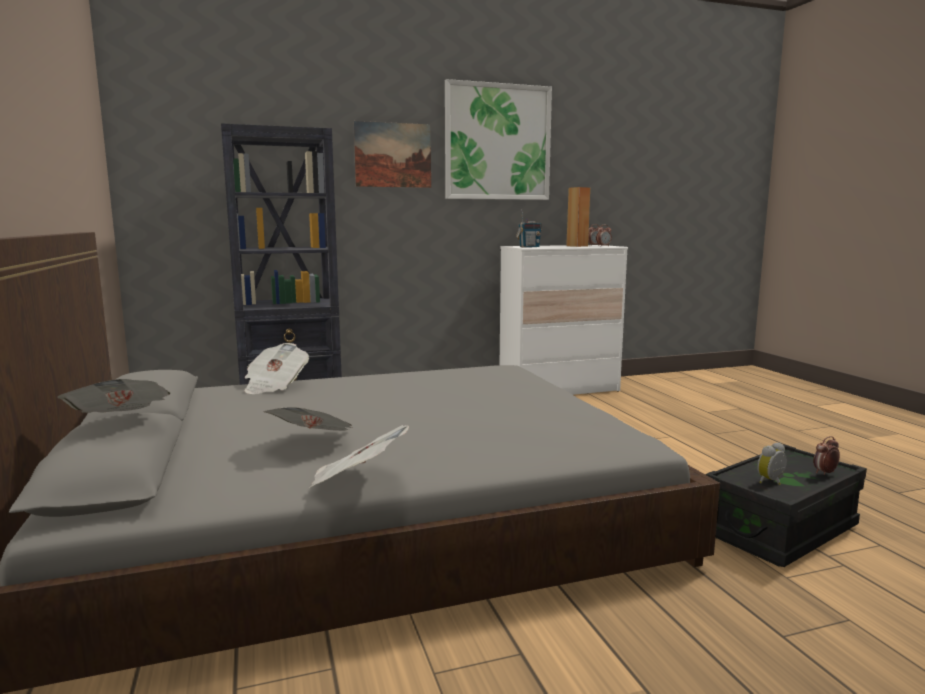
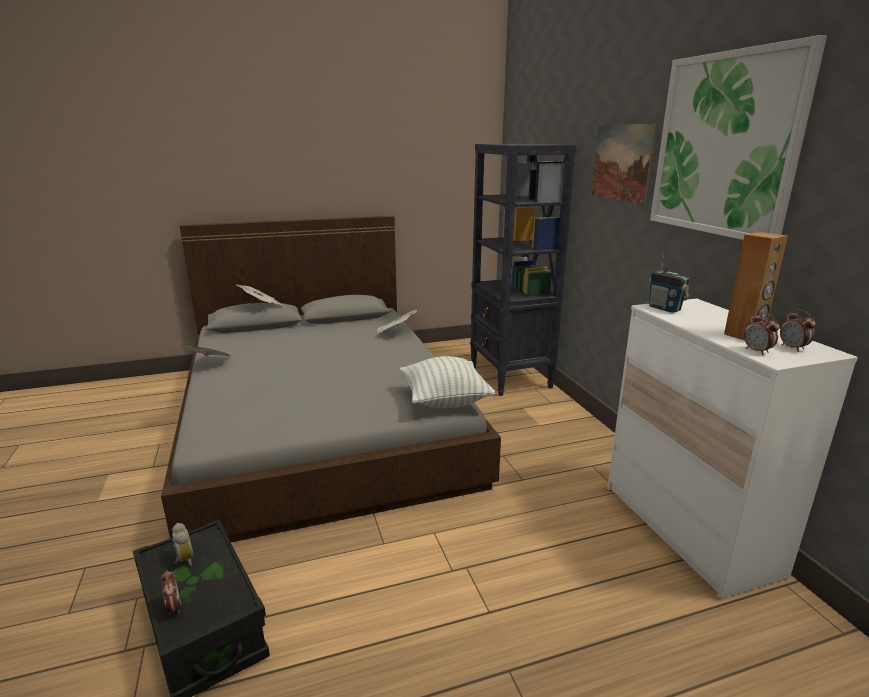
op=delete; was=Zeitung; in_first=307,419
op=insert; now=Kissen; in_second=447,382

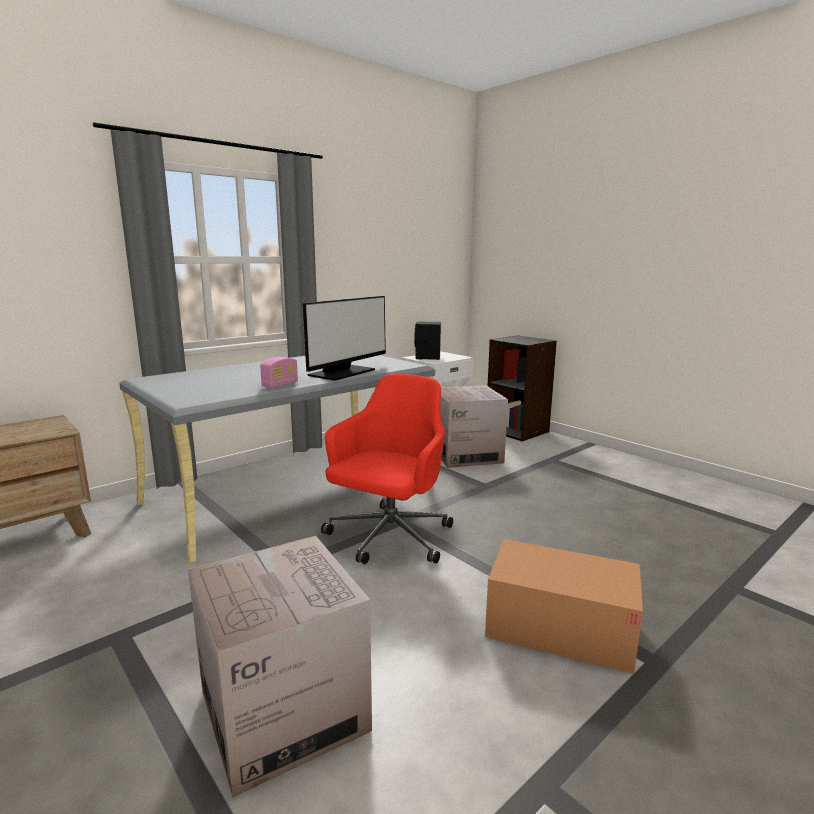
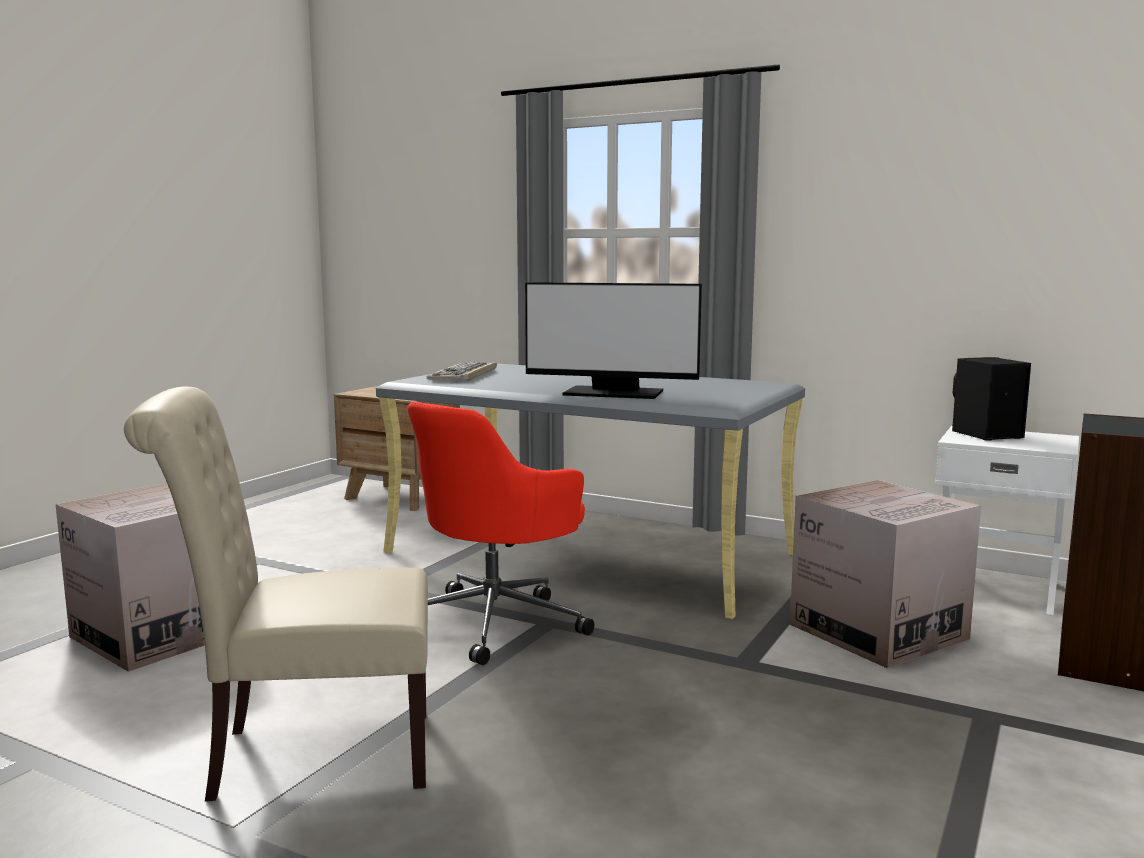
op=delete; was=Radio; in_first=279,372
op=rotate; was=Bürostuhl (rot); in_first=387,469; in_second=500,533; clockwise=120
op=replace; was=Karton; now=Stuhl (beige); in_first=564,606; in_second=276,594
op=insert; now=Tastatur; in_second=462,372

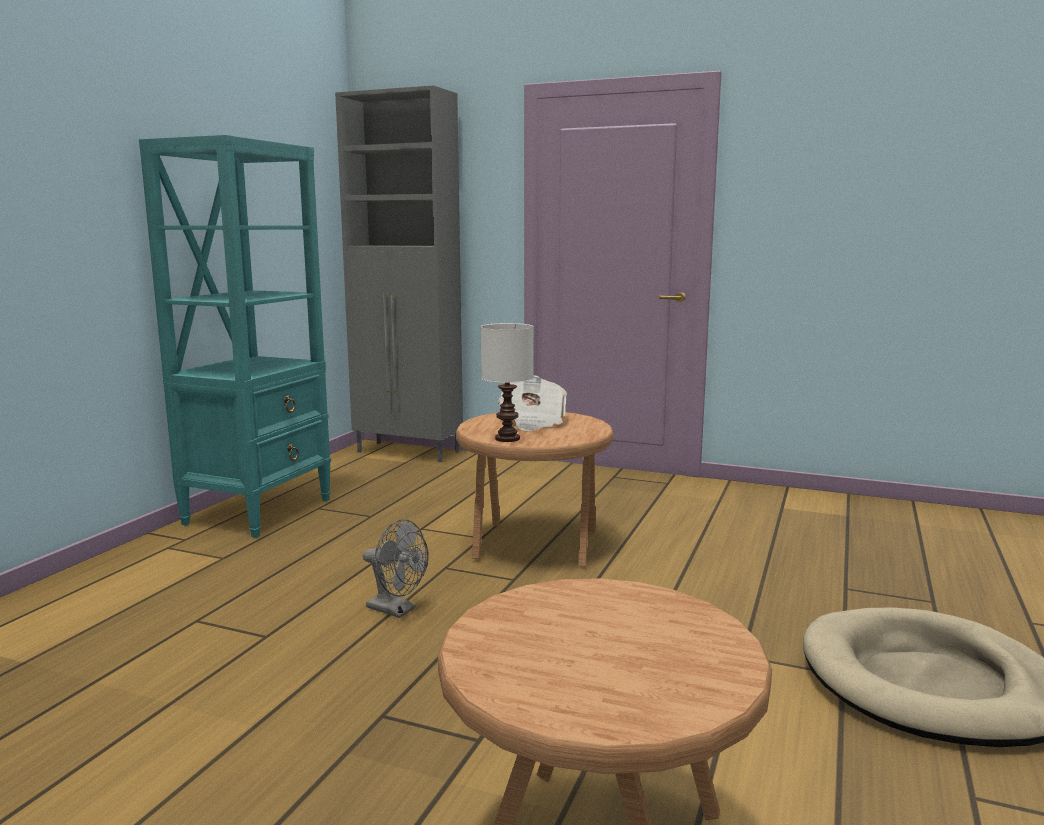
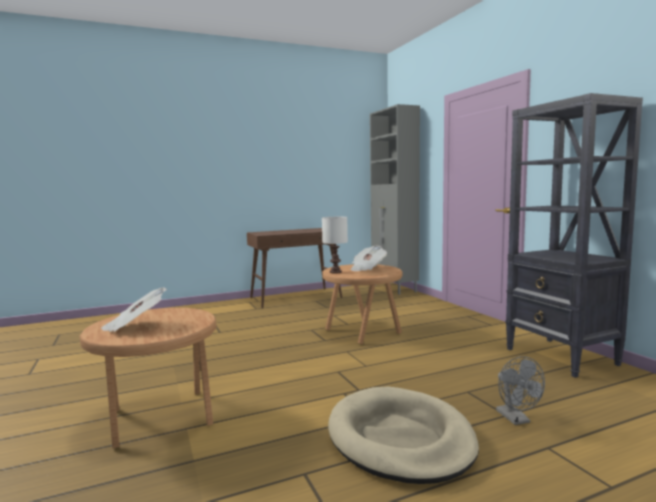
op=replace; was=Bücherregal (türkis); now=Konsolentisch (braun); in_first=235,336; in_second=294,268
op=move; was=Ventilator (grau); in_first=396,568; in_second=520,390
op=insert; now=Bücherregal (schwarz); in_second=574,235
op=insert; now=Zeitung; in_second=134,310

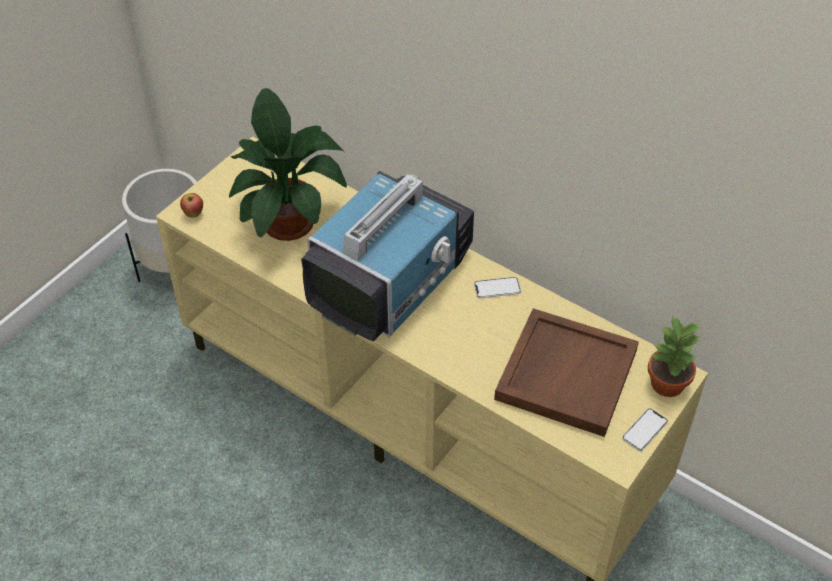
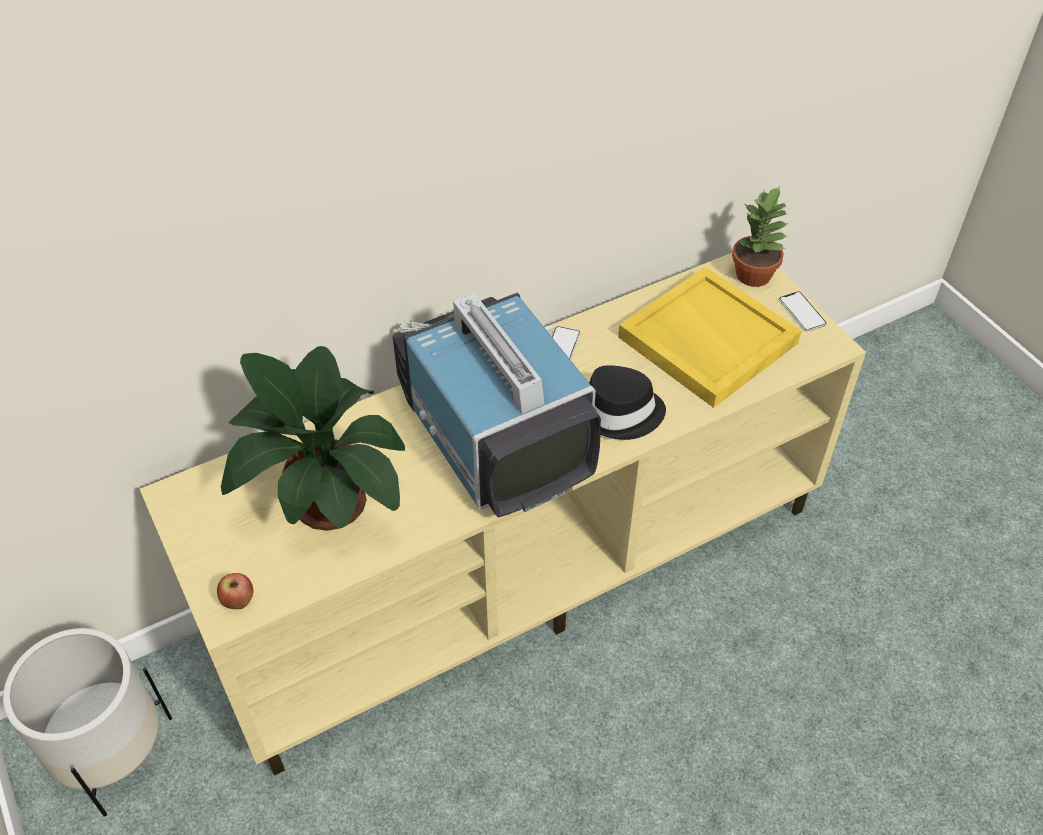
op=recolor; was=Tablett (braun); now=Tablett (gelb); in_first=566,372; in_second=709,337
op=insert; now=Hut (schwarz); in_second=627,402

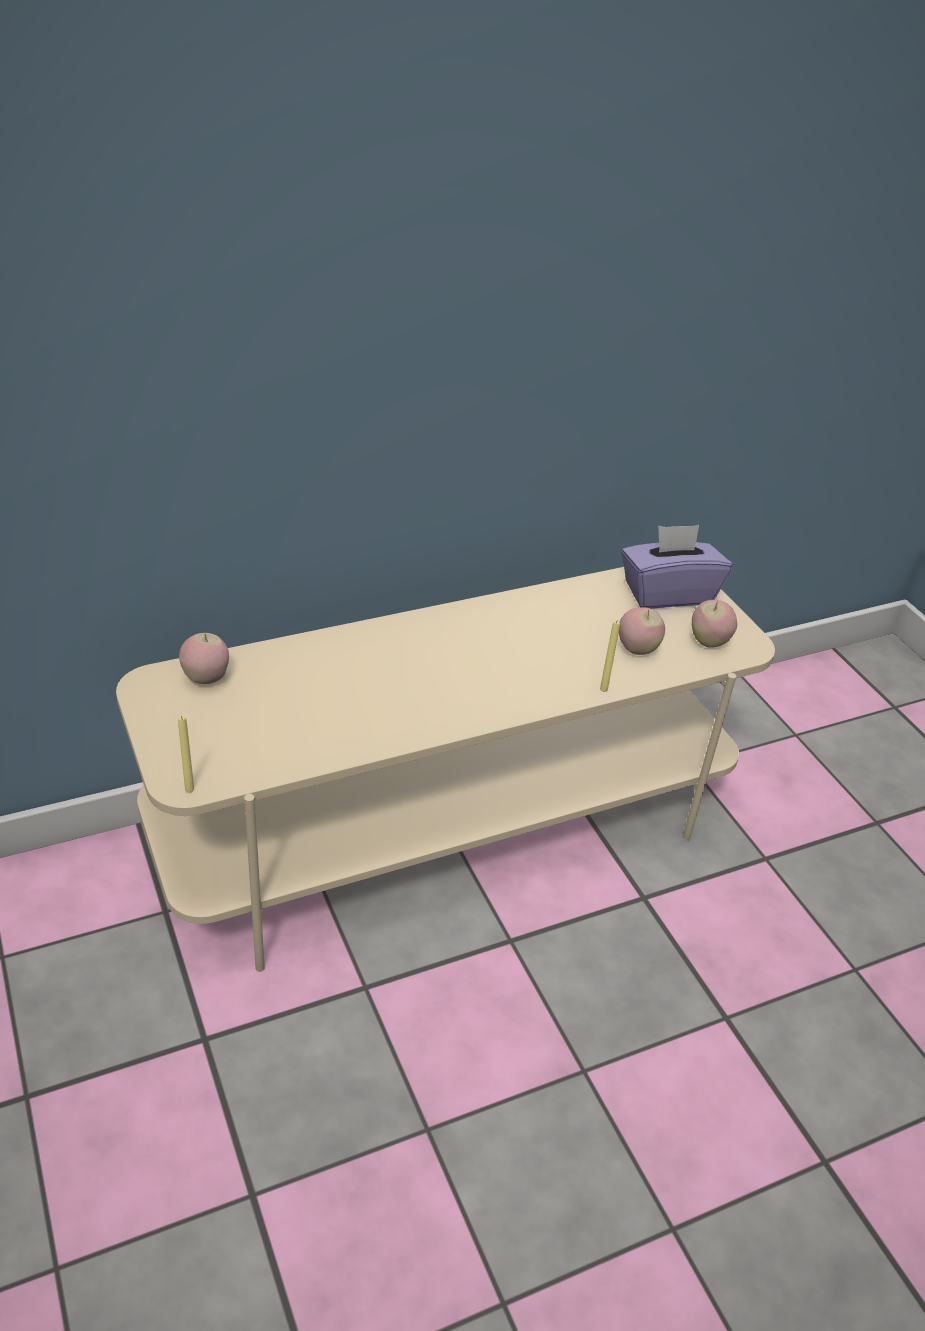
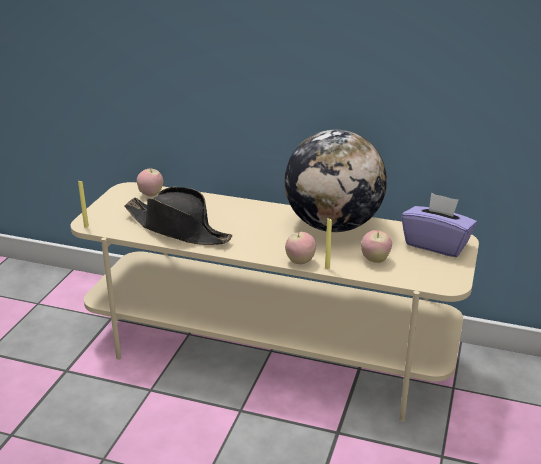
op=move; was=Apfel; in_first=714,624; in_second=300,248
op=insert; now=Globus; in_second=335,181
op=insert; now=Hut (schwarz); in_second=178,216

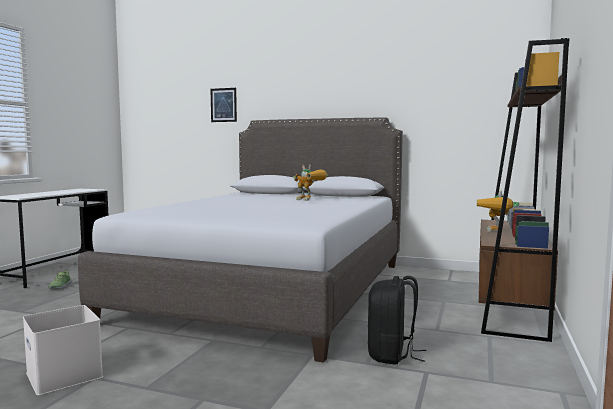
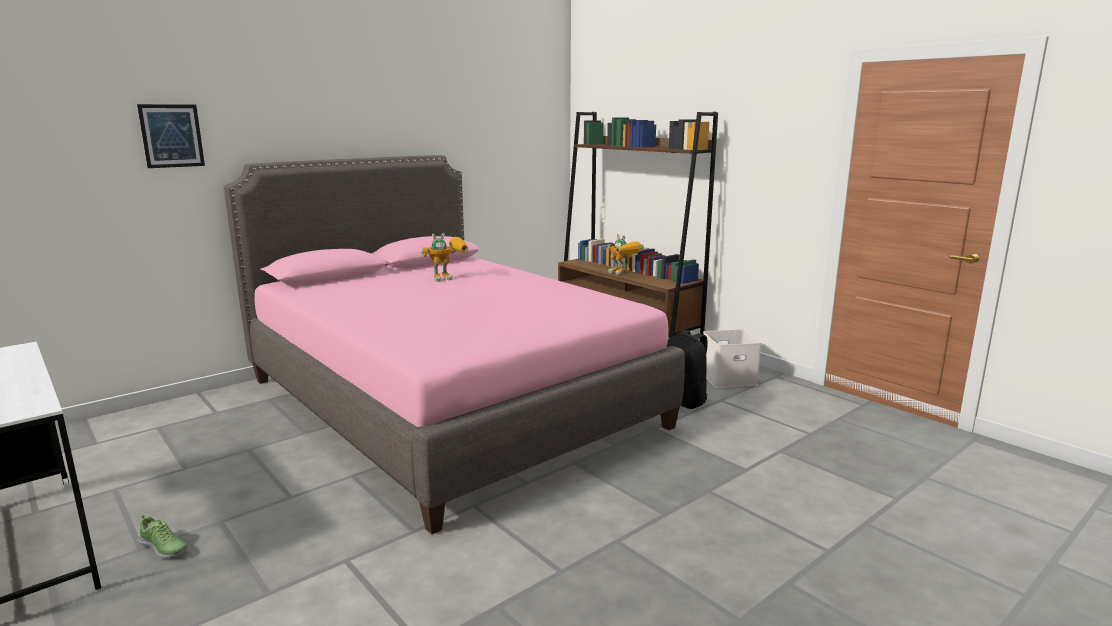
op=recolor; was=Bett (grau); now=Bett (rosa); in_first=240,240; in_second=454,344
op=move; was=Aufbewahrungsbox (weiß); in_first=63,350; in_second=732,358

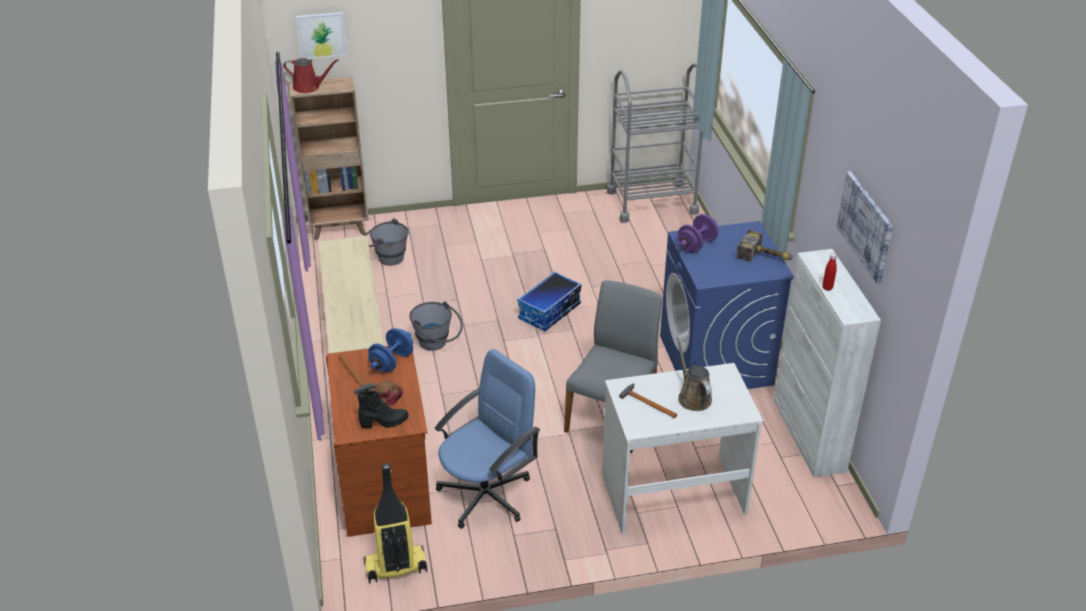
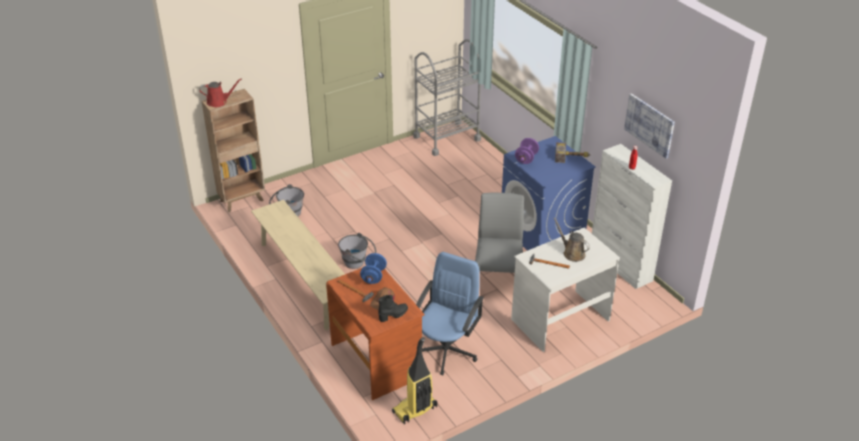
op=delete; was=Bild; in_first=321,35
op=delete; was=Aufbewahrungsbox; in_first=549,301

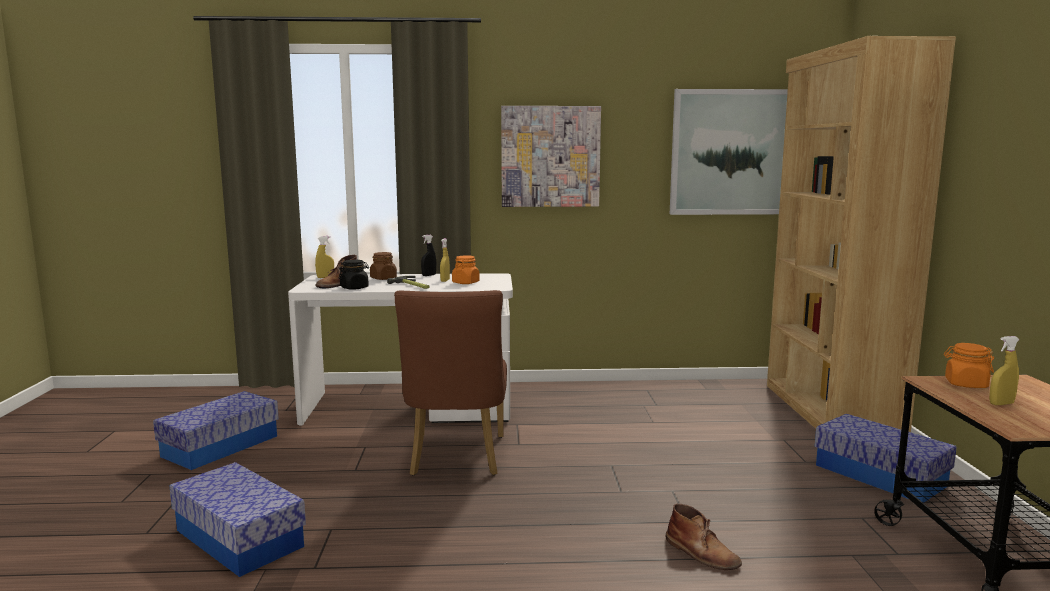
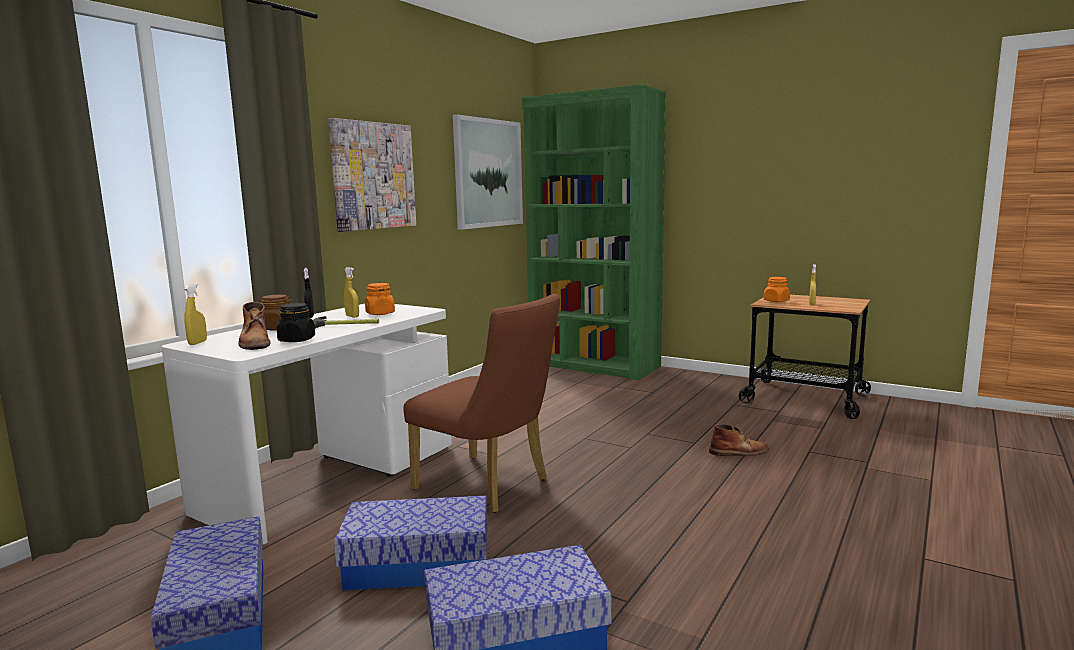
op=recolor; was=Bücherregal (braun); now=Bücherregal (grün); in_first=861,234; in_second=594,232
op=move; was=Aufbewahrungsbox; in_first=886,458; in_second=410,543

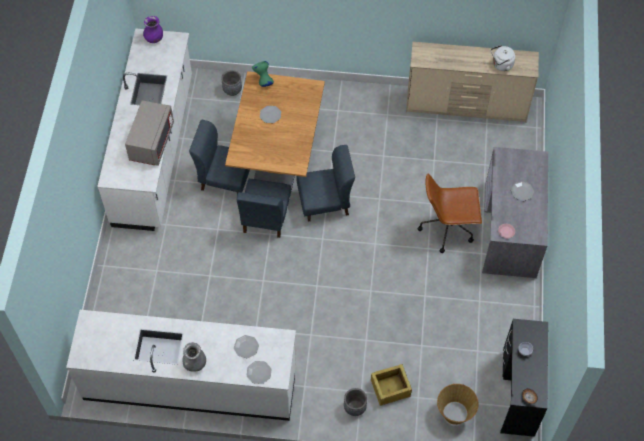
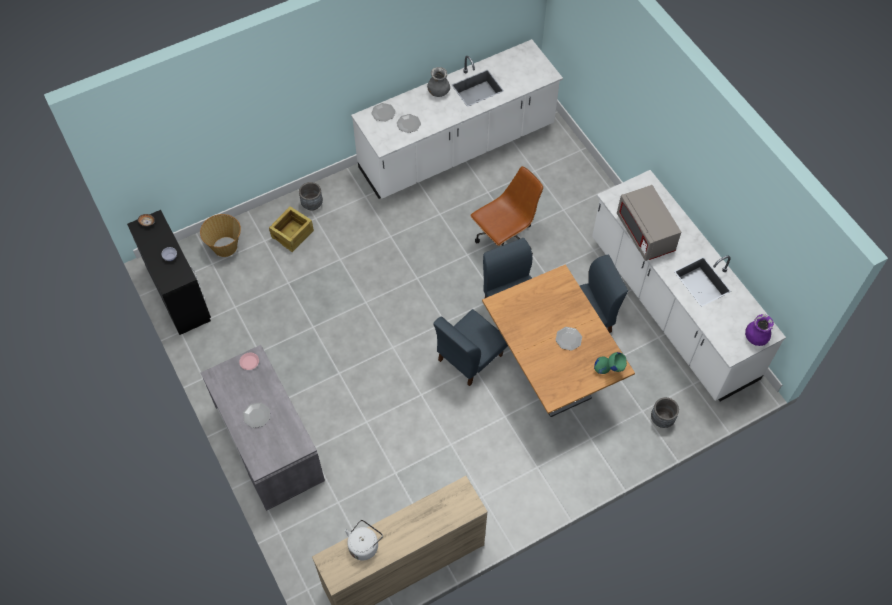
op=move; was=Bürostuhl (braun); in_first=450,213; in_second=506,210

